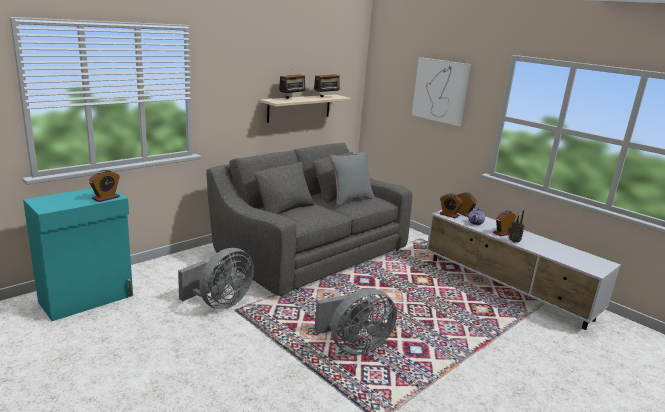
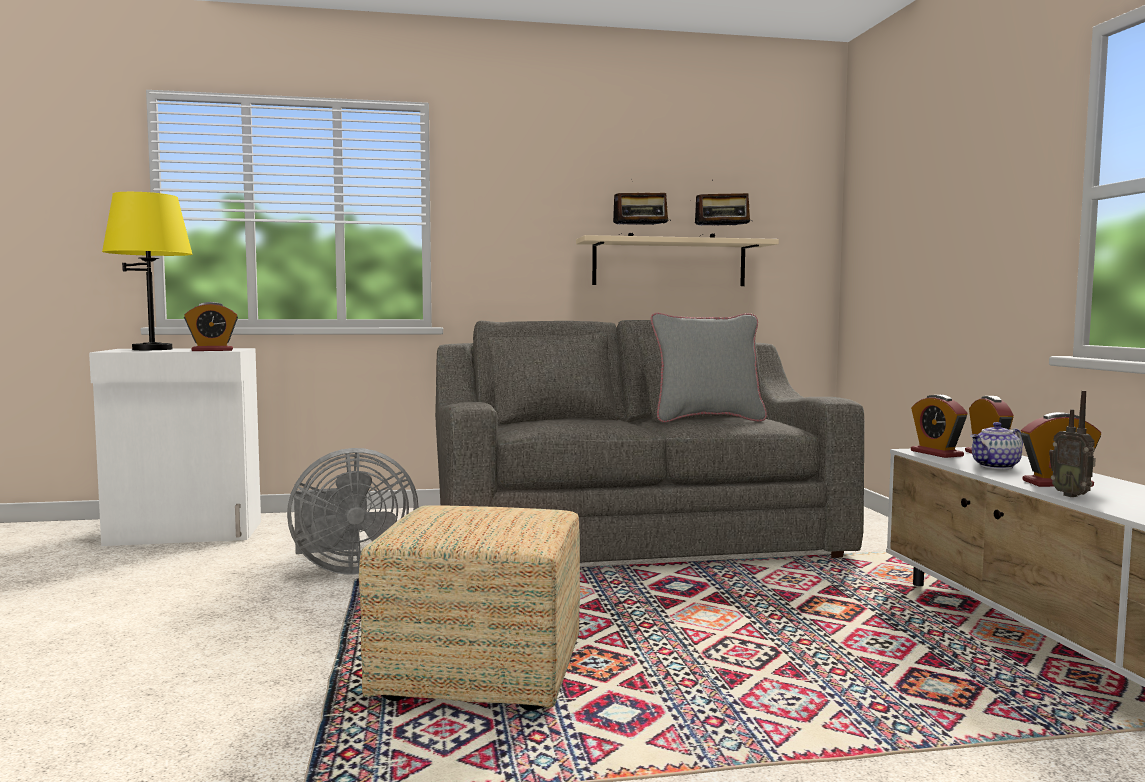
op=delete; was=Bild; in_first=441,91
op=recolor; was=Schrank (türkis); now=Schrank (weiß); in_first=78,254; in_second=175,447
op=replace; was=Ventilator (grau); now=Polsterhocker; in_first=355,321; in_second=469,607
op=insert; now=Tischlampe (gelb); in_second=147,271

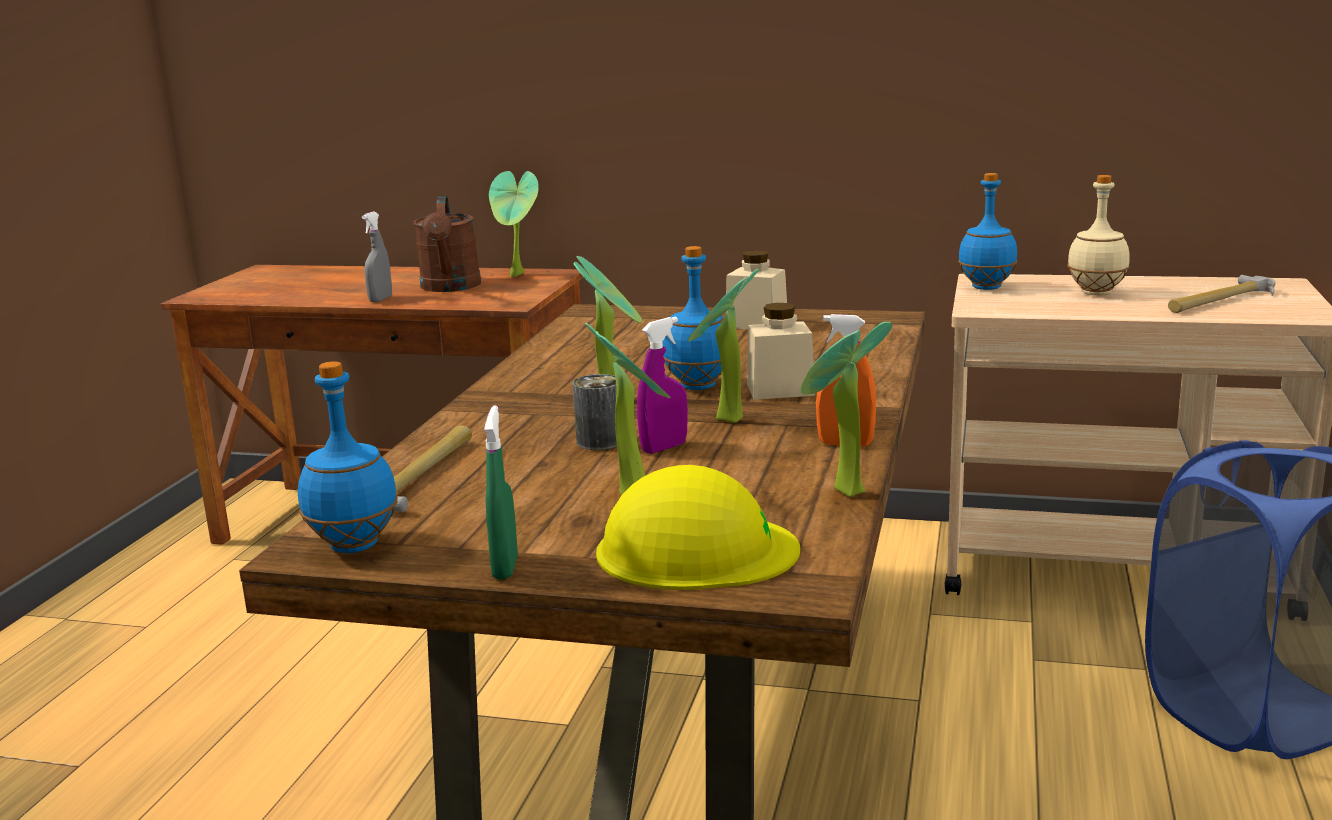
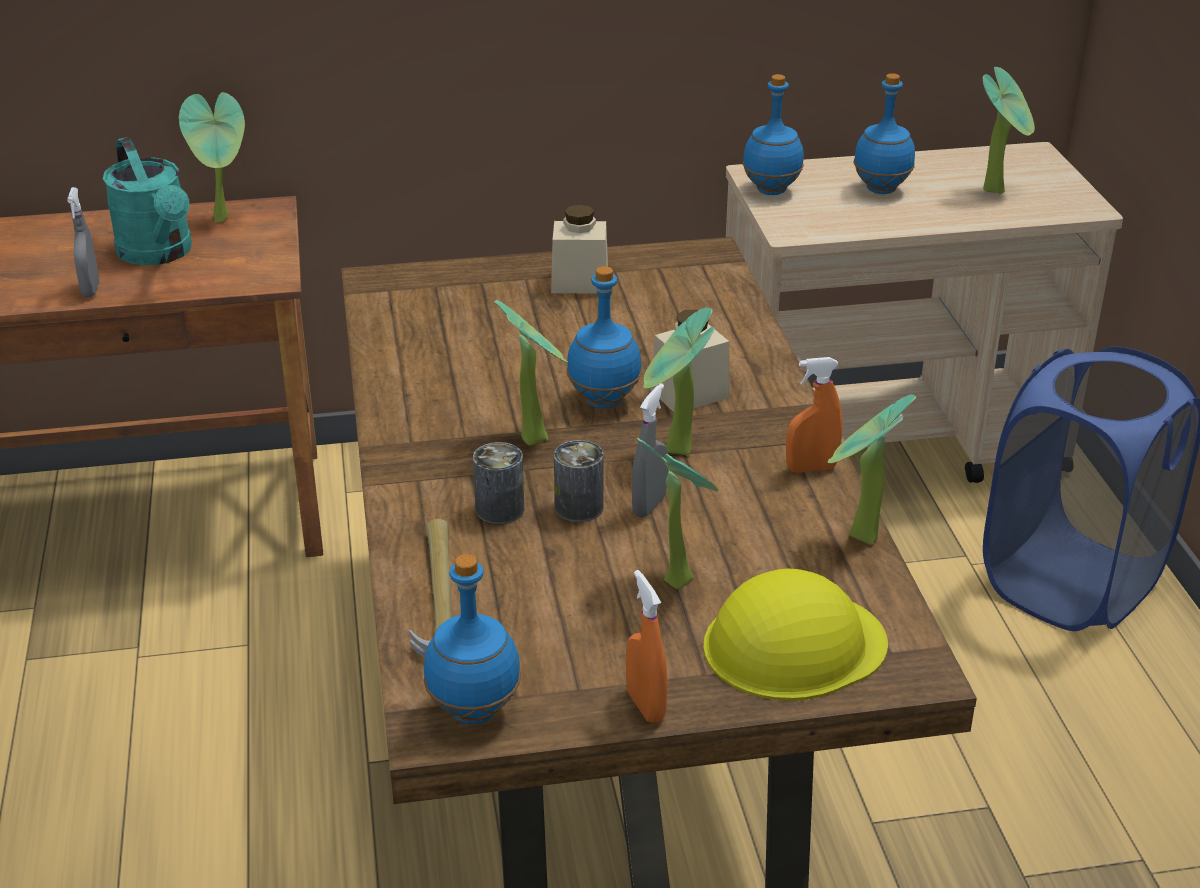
op=recolor; was=Flasche (beige); now=Flasche (blau); in_first=1098,235; in_second=884,133
op=recolor; was=Gießkanne (braun); now=Gießkanne (türkis); in_first=447,244; in_second=147,201
op=replace; was=Hammer; now=Topfpflanze; in_first=1221,294; in_second=1009,130
op=recolor; was=Sprühflasche (lila); now=Sprühflasche (grau); in_first=662,385; in_second=650,450
op=recolor; was=Sprühflasche (grün); now=Sprühflasche (orange); in_first=501,492; in_second=646,646
op=insert; now=Dose; in_second=498,483

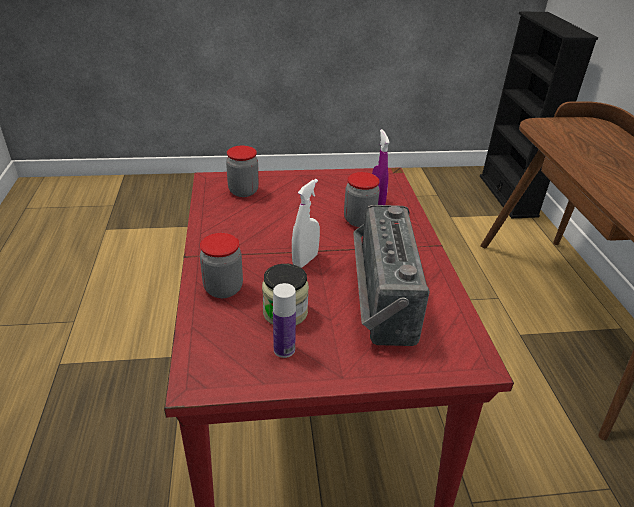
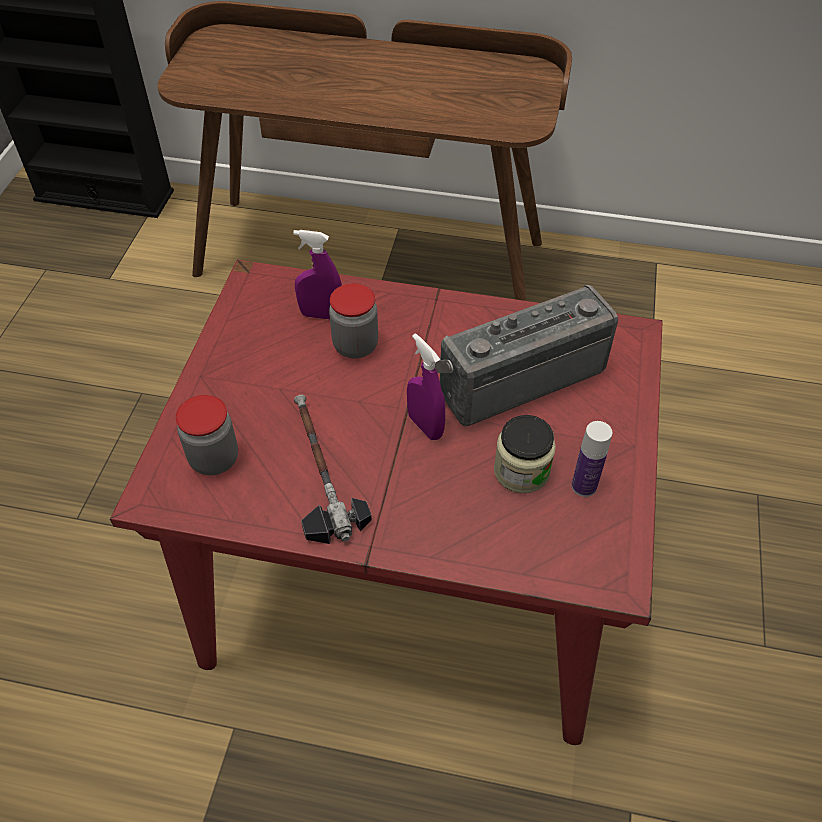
op=recolor; was=Sprühflasche (weiß); now=Sprühflasche (lila); in_first=306,223; in_second=426,386
op=rotate; was=Radio; in_first=391,275; in_second=526,355; clockwise=135
op=delete; was=Vorratsglas; in_first=221,265
op=insert; now=Hammer; in_second=333,469

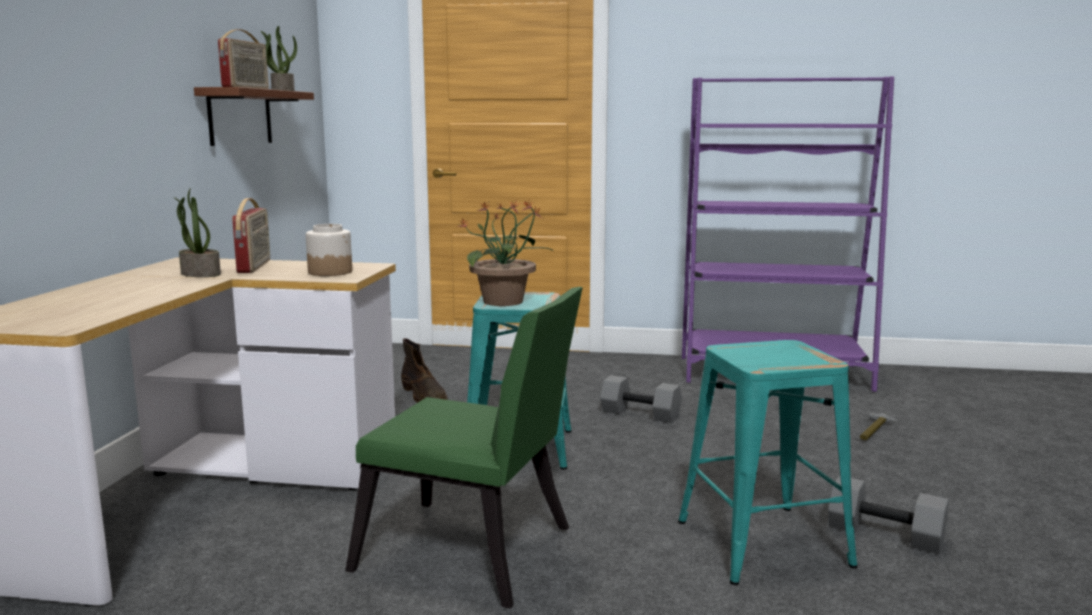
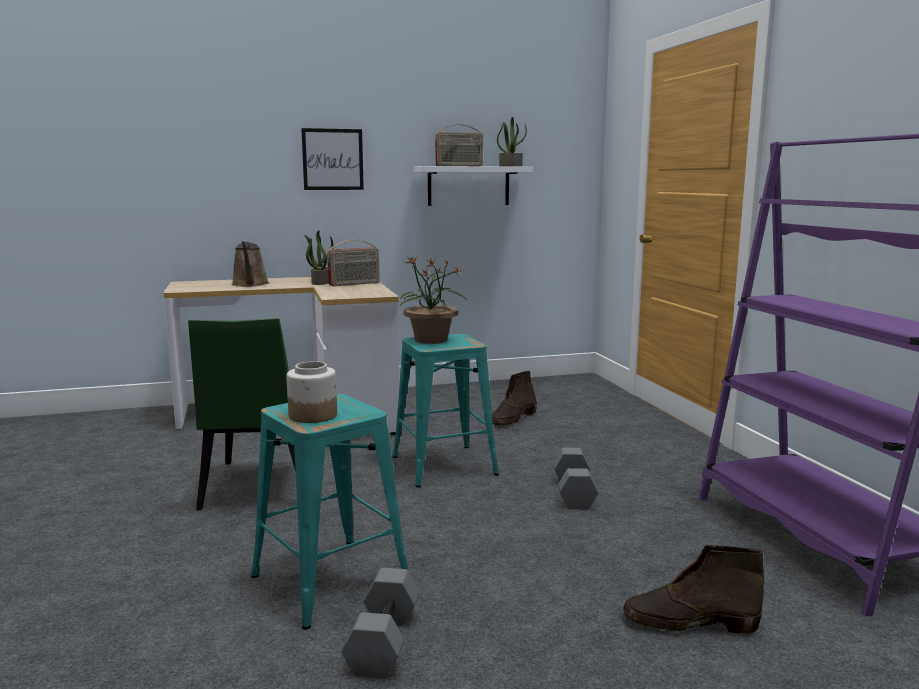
op=recolor; was=Wandregal (braun); now=Wandregal (weiß); in_first=254,116; in_second=473,186
op=move; was=Vorratsglas; in_first=329,250; in_second=311,392
op=replace; was=Hammer; now=Stiefel (braun); in_first=878,426; in_second=693,589
op=insert; now=Bild; in_second=332,159
op=insert; now=Gießkanne (braun); in_second=250,264

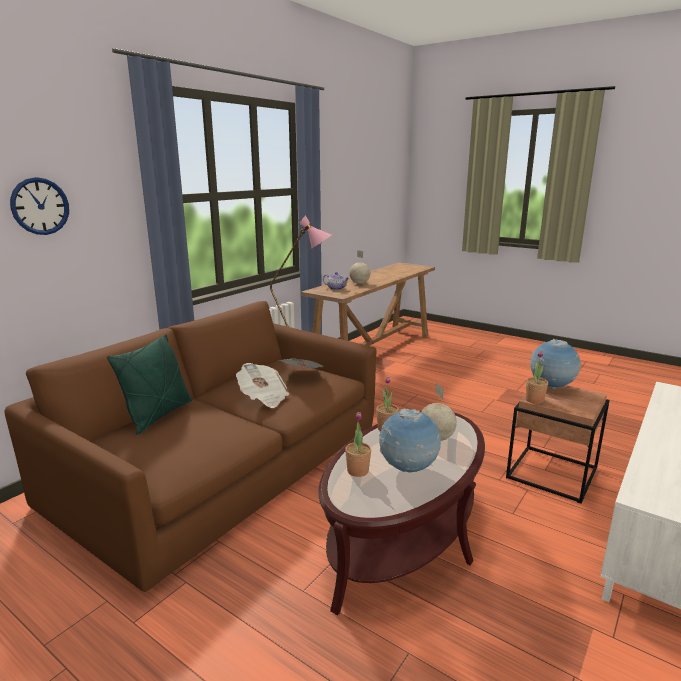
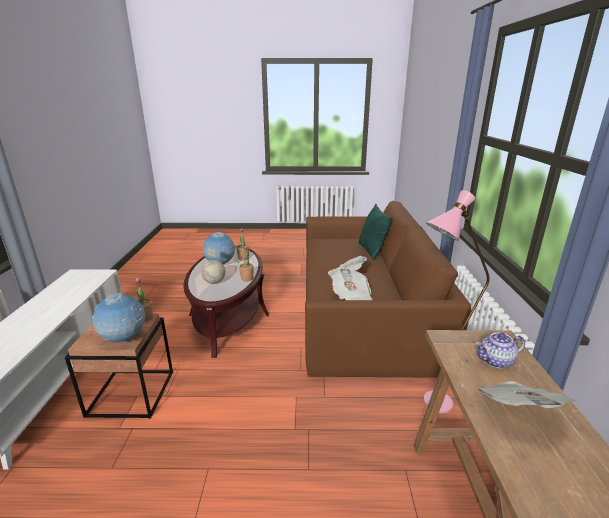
op=delete; was=Wanduhr; in_first=39,206
op=replace; was=Globus; now=Zeitung; in_first=360,267; in_second=526,394

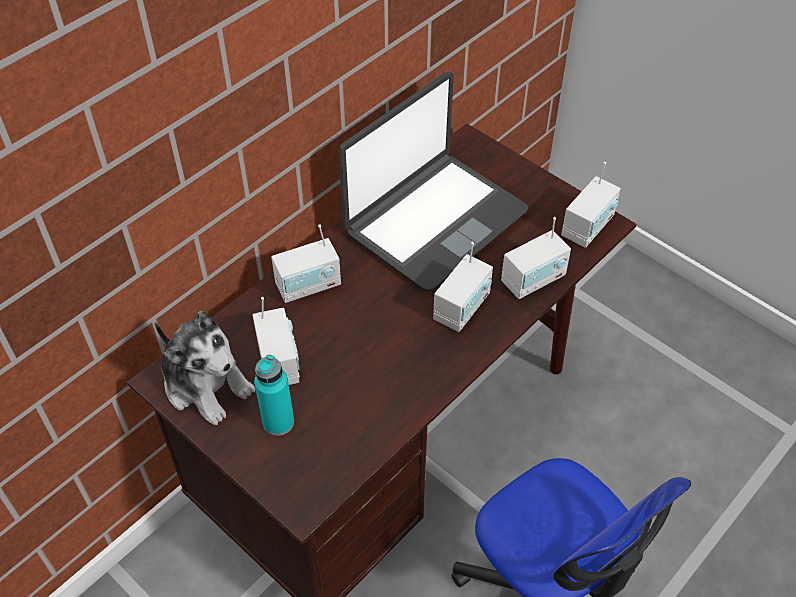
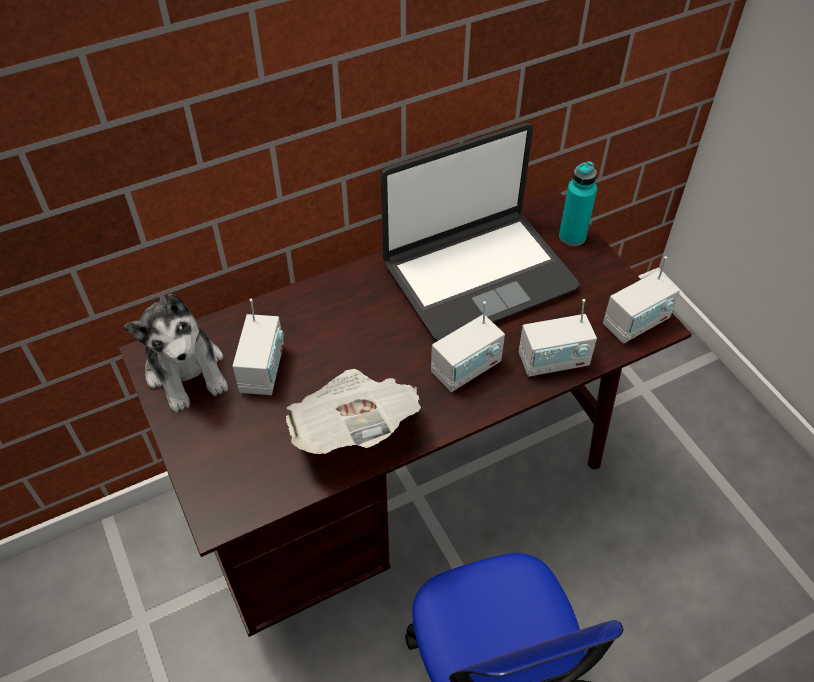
op=delete; was=Radio; in_first=306,263
op=move; was=Flasche (türkis); in_first=274,395; in_second=578,203
op=insert; now=Zeitung; in_second=353,411

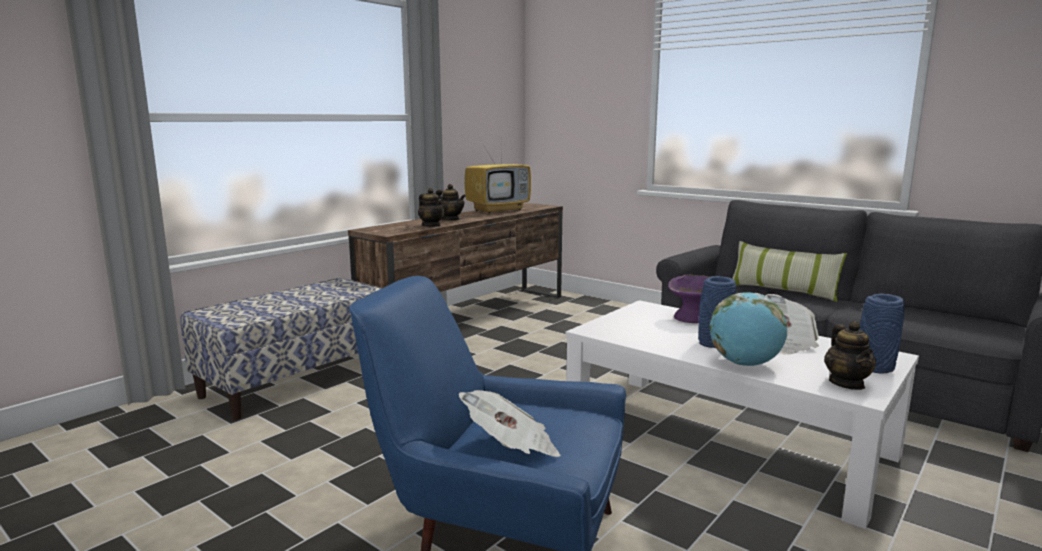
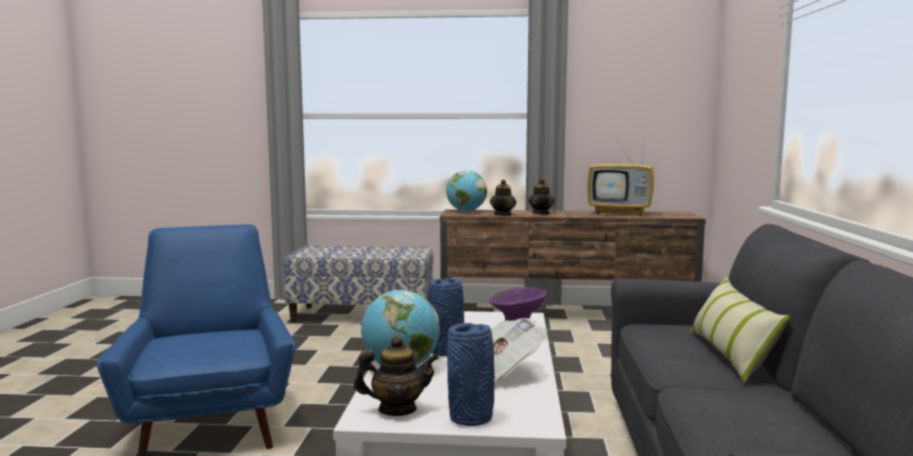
op=rotate; was=Teekanne; in_first=850,355; in_second=396,375; clockwise=-150
op=delete; was=Zeitung; in_first=510,423
op=insert; now=Globus; in_second=466,191

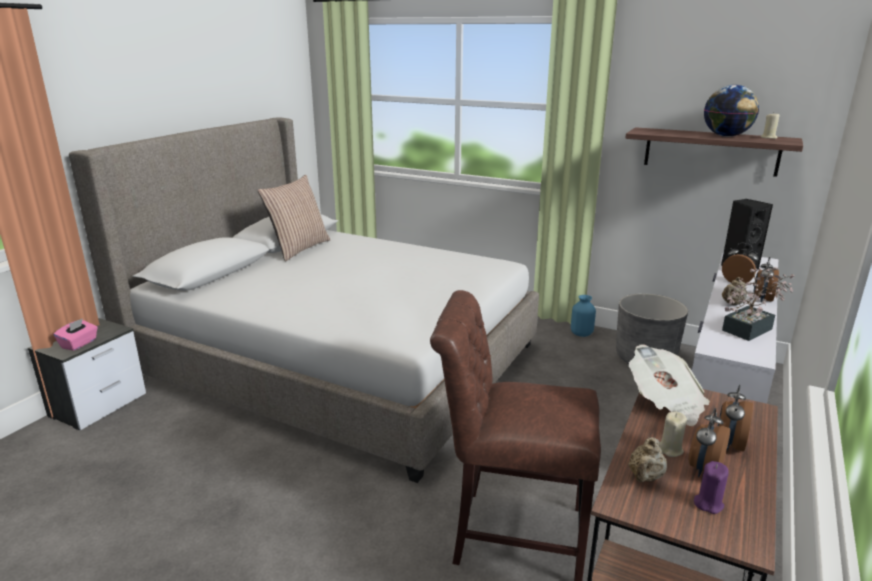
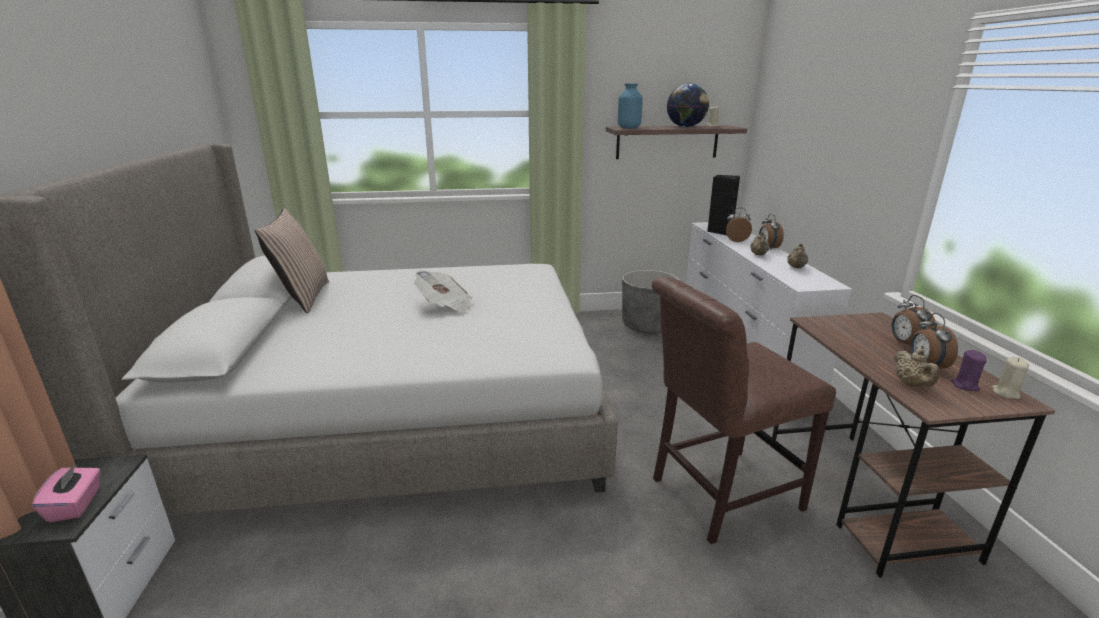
op=replace; was=Topfpflanze; now=Teekanne (beige); in_first=758,304; in_second=797,255
op=move; was=Vase (blau); in_first=583,316; in_second=630,106
op=move; was=Zeitung; in_first=669,385; in_second=443,291
op=move; was=Kerze (beige); in_first=673,434; in_second=1010,378

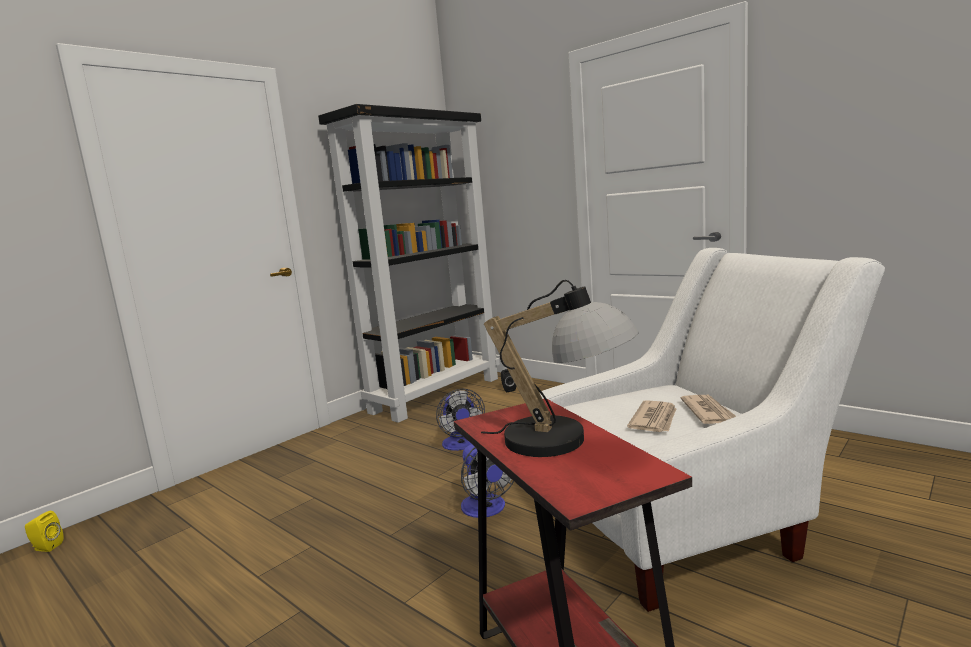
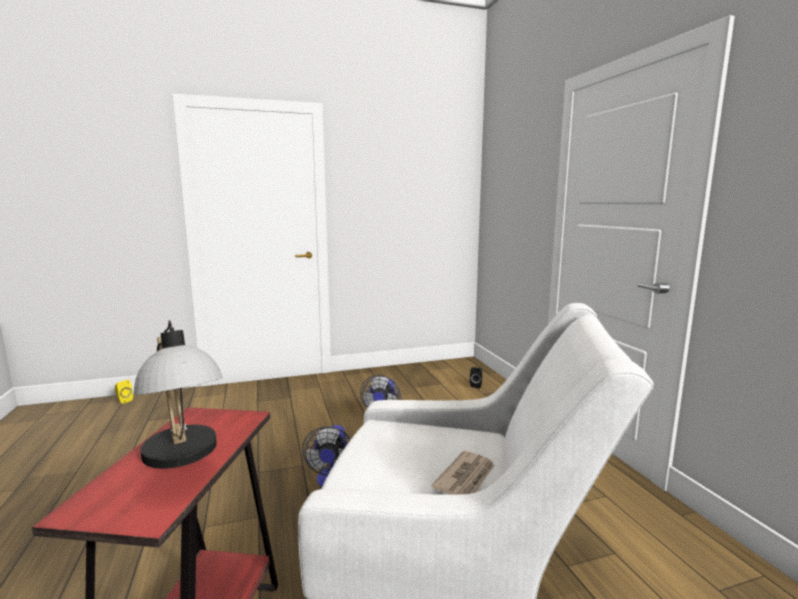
op=delete; was=Bücherregal (schwarz); in_first=409,263
op=delete; was=Zeitung; in_first=651,416

